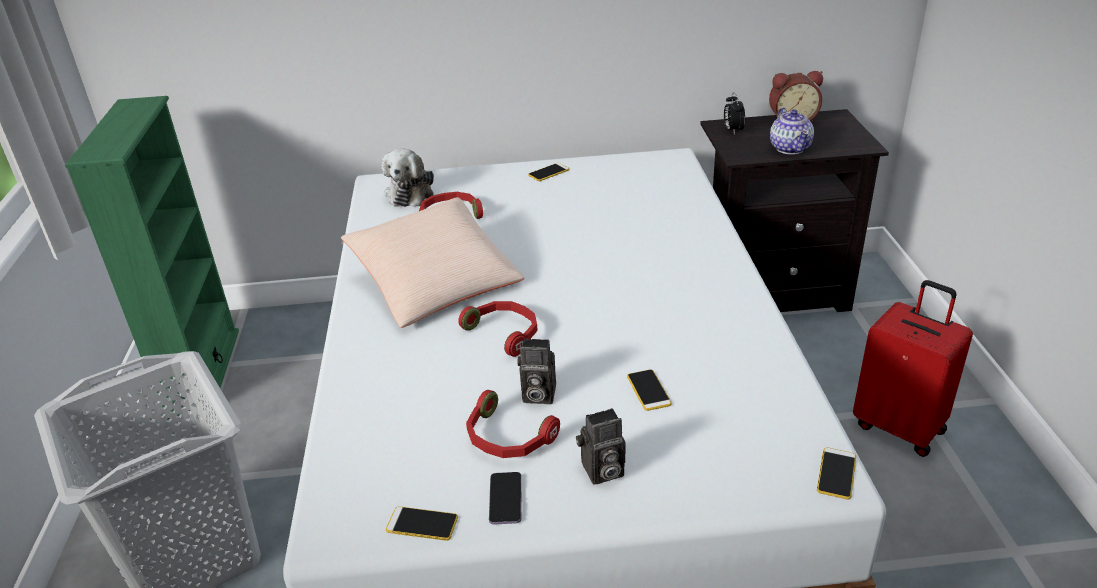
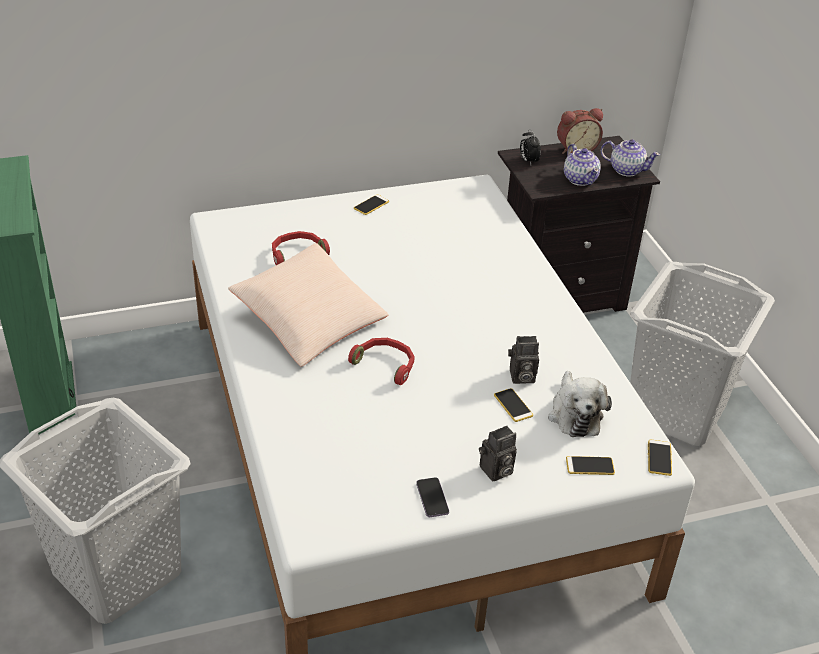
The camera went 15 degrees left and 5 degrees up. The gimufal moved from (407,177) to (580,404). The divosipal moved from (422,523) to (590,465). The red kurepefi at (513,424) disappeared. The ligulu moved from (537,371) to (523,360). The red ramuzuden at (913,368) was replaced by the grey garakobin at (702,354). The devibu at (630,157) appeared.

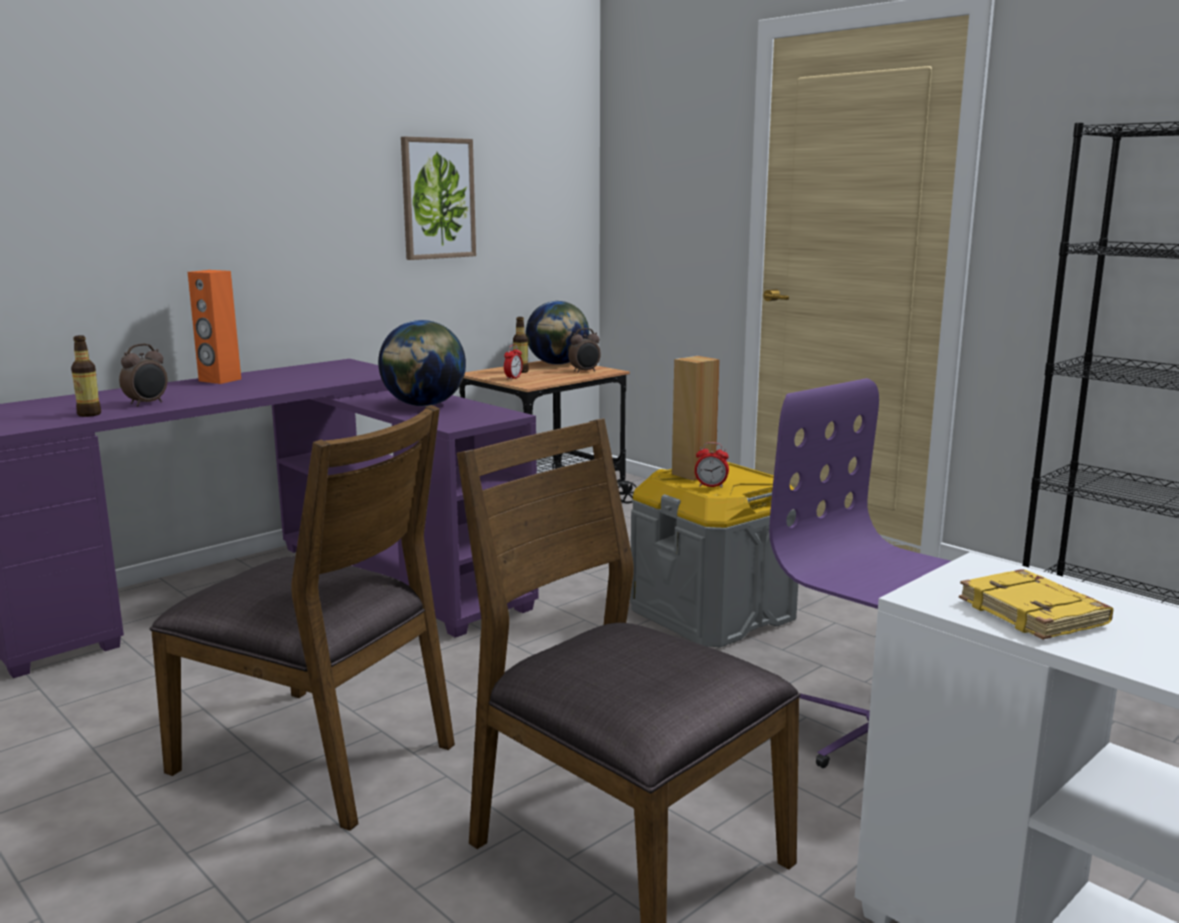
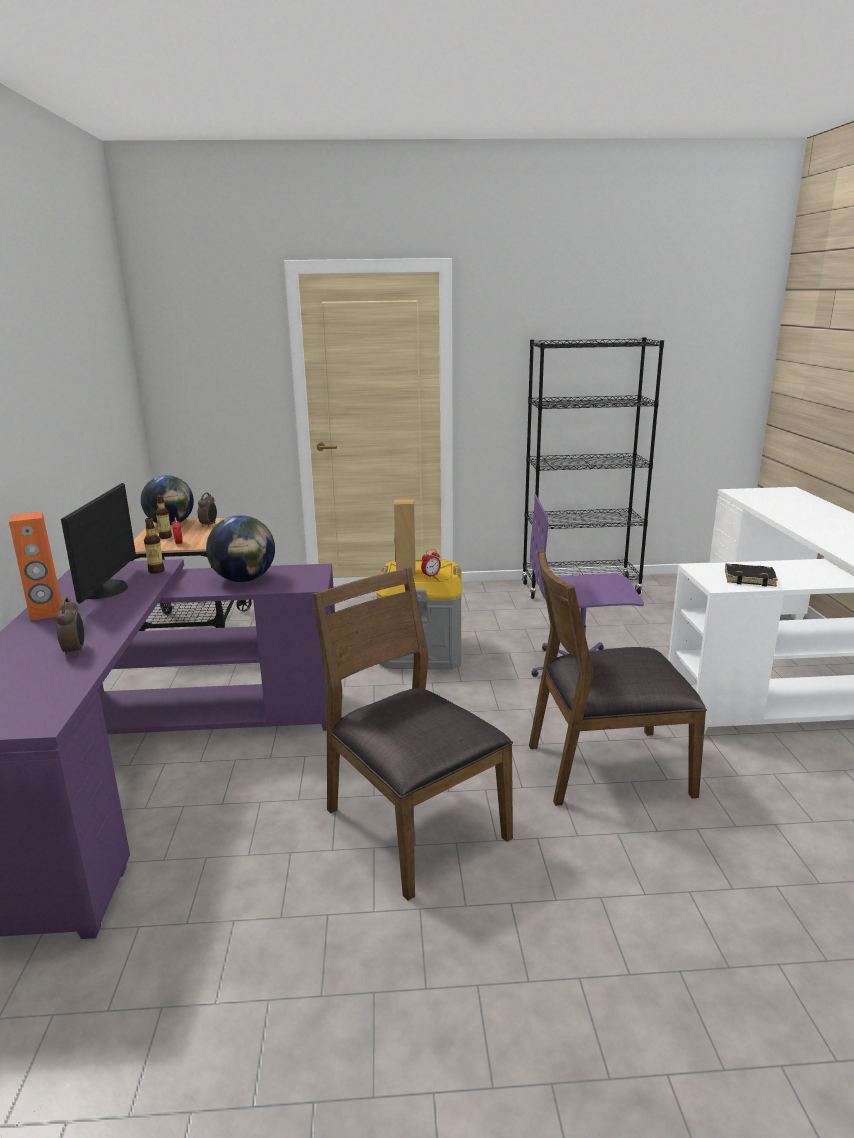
The camera went 50 degrees left and 5 degrees up. The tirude moved from (86,376) to (154,546). The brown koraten at (302,618) turned 105 degrees counterclockwise. The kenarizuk at (438,198) disappeared. The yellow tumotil at (1036,604) became the black tumotil at (751,575). The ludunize at (98,543) appeared.

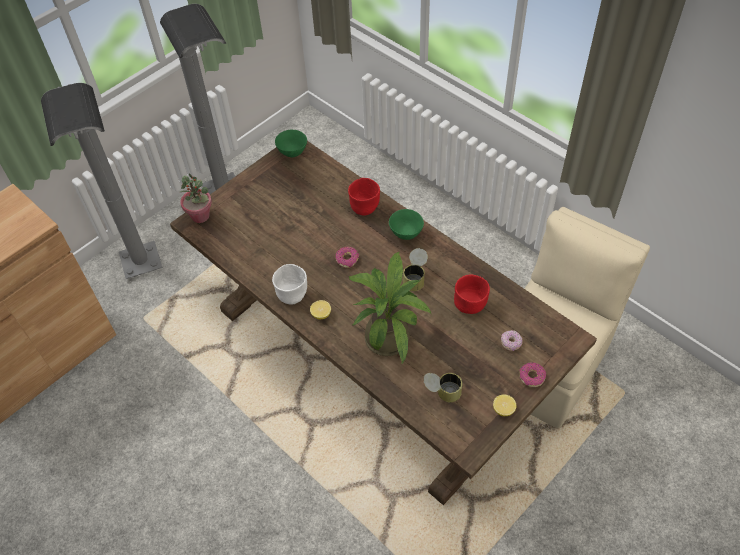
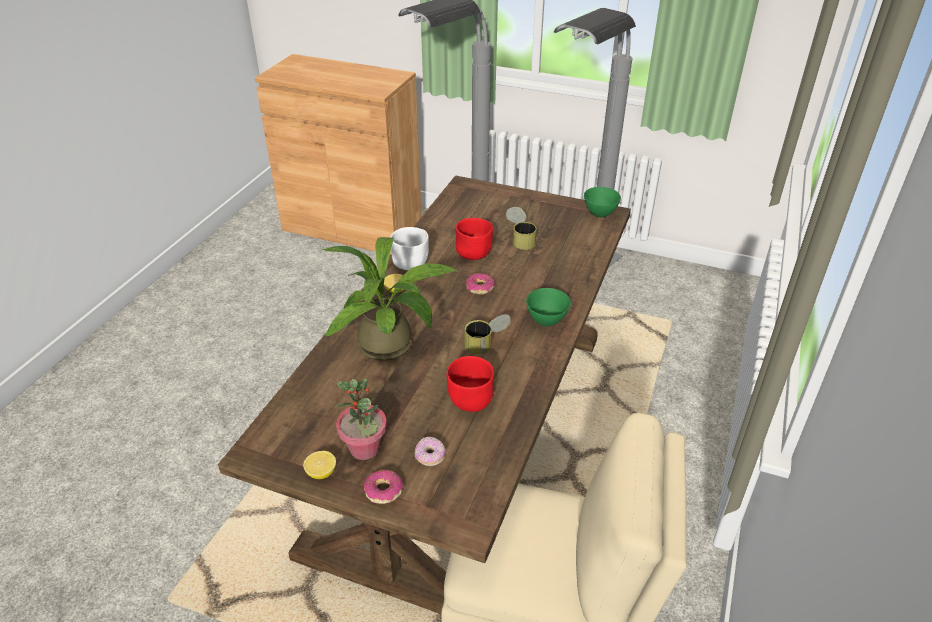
The camera went 65 degrees right and 15 degrees down. The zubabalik moved from (196,198) to (361,419). The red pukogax moved from (364,197) to (474,239). The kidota moved from (443,387) to (521,228).

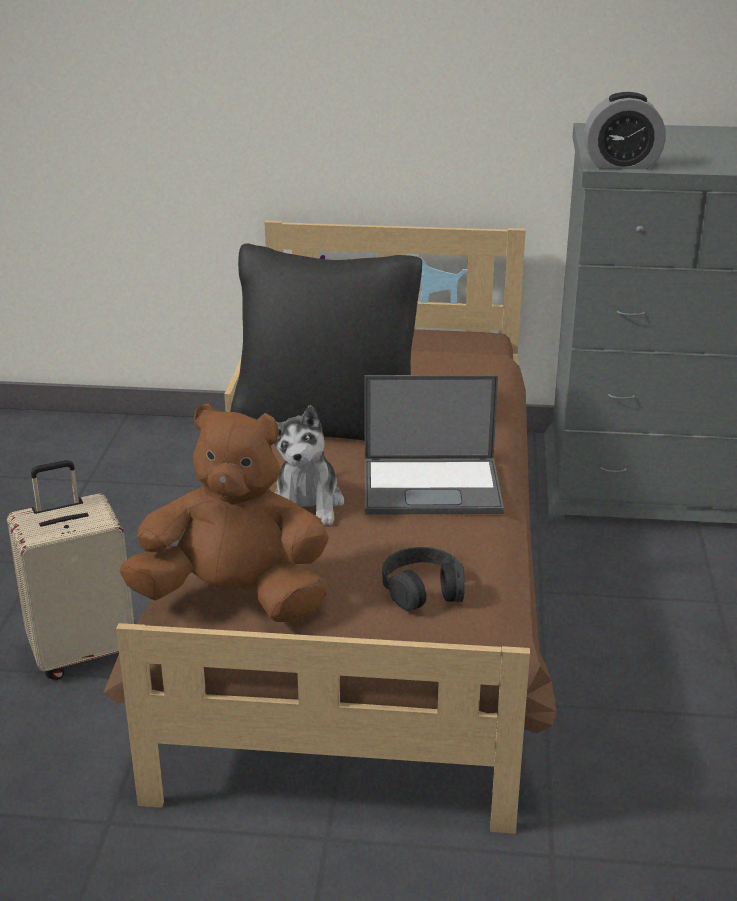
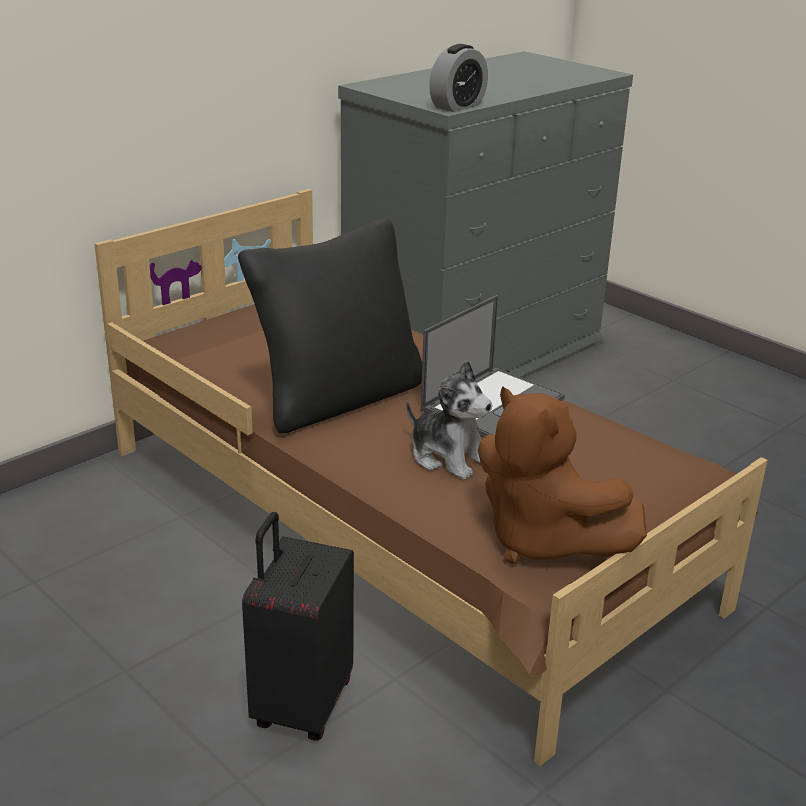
The camera went 50 degrees left and 0 degrees up. The beige ramuzuden at (70,570) became the black ramuzuden at (298,626). The brown gimufal at (224,513) turned 90 degrees counterclockwise. The black kurepefi at (423,579) disappeared.

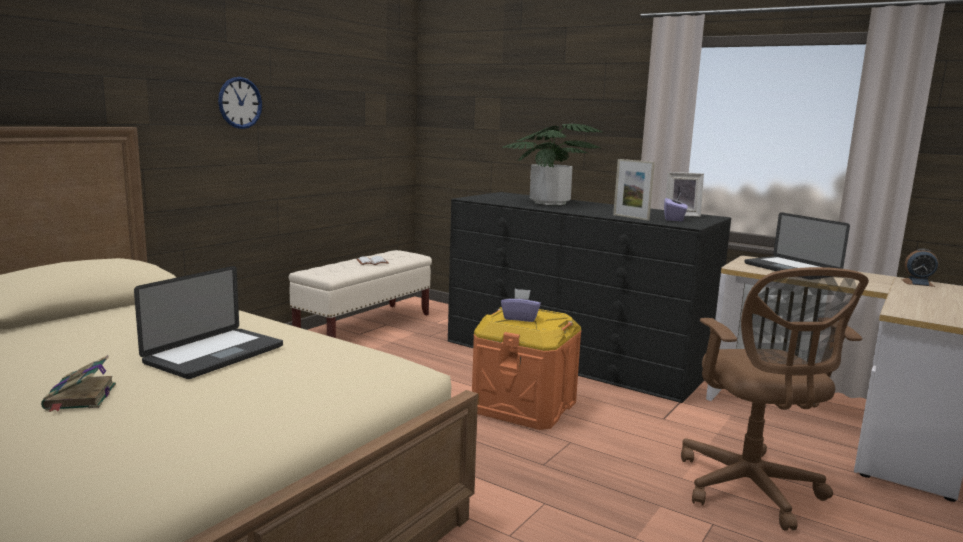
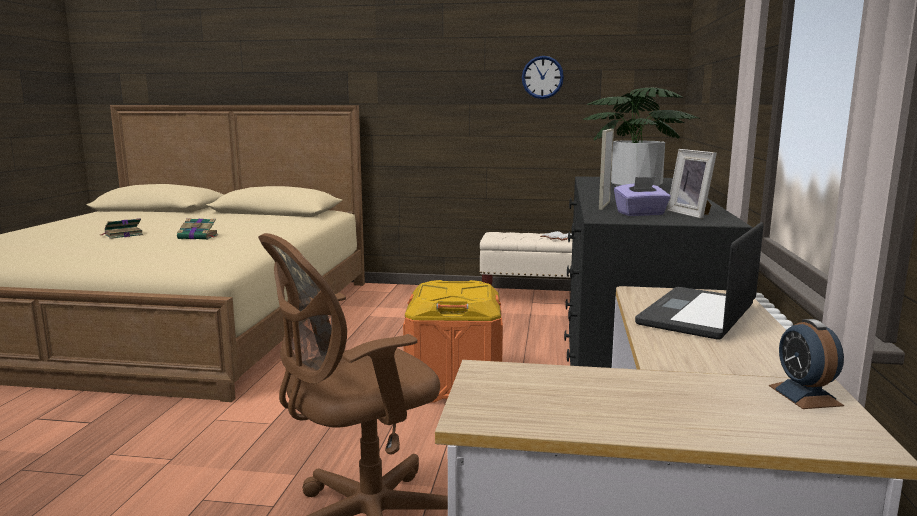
The camera went 65 degrees right and 0 degrees up. The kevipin at (208,322) was replaced by the tumotil at (197,229). The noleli moved from (240,103) to (543,77). The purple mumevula at (521,305) disappeared.

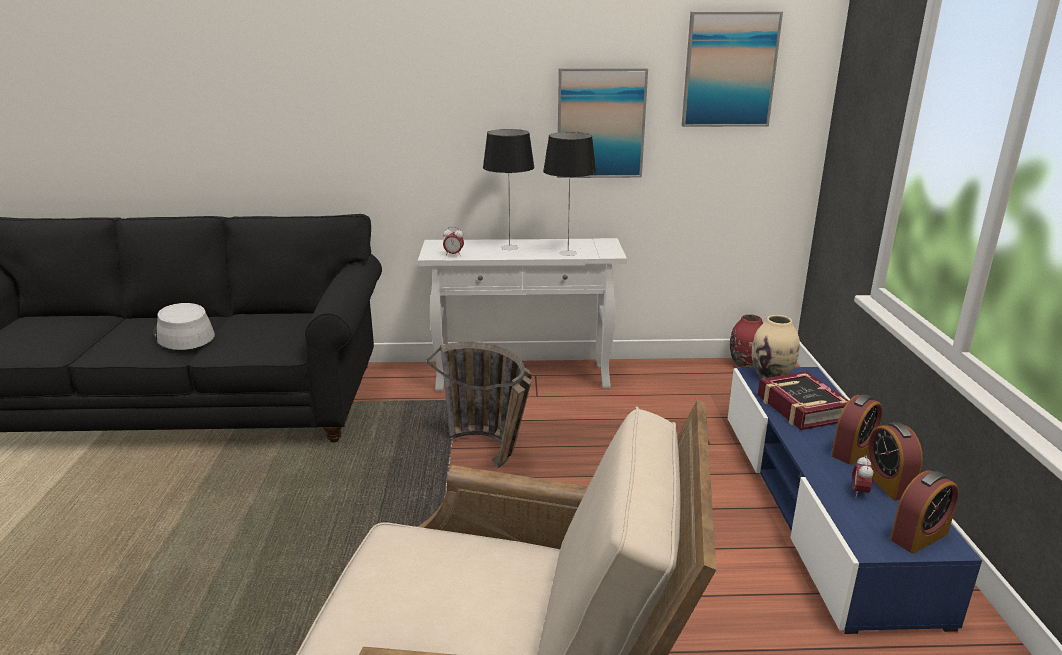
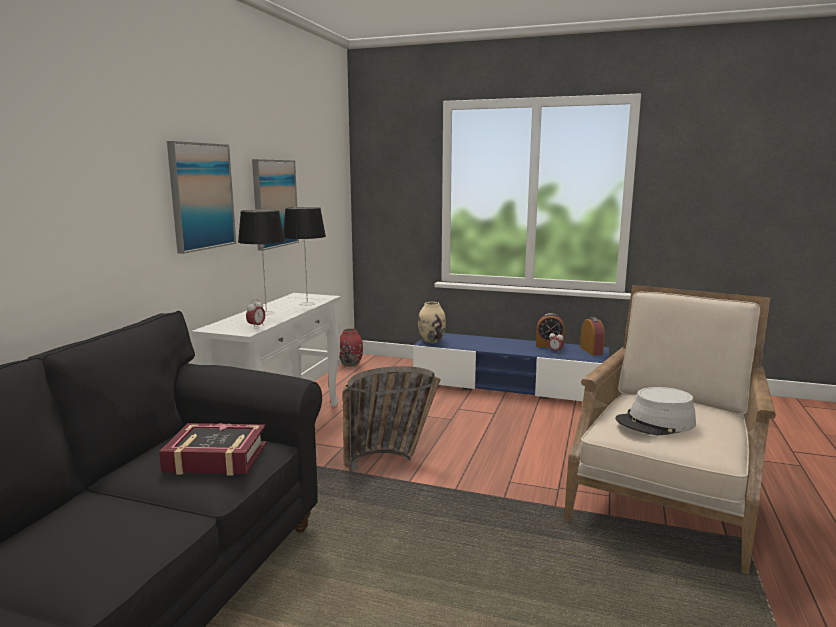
The camera went 70 degrees left and 10 degrees down. The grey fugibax moved from (184,326) to (655,411). The kenarizuk moved from (732,69) to (201,197). The tumotil moved from (803,400) to (212,449). The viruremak at (856,429) disappeared.

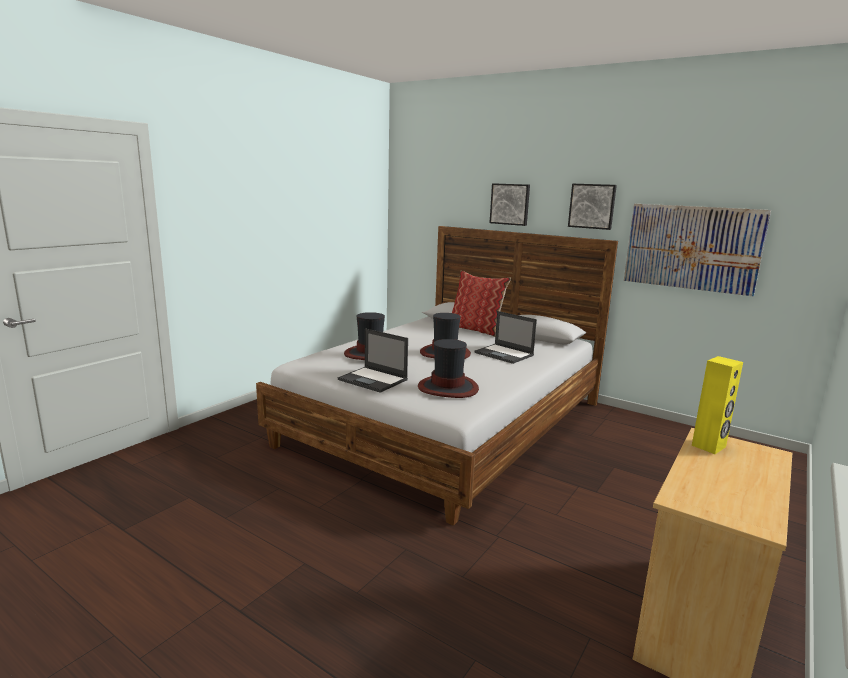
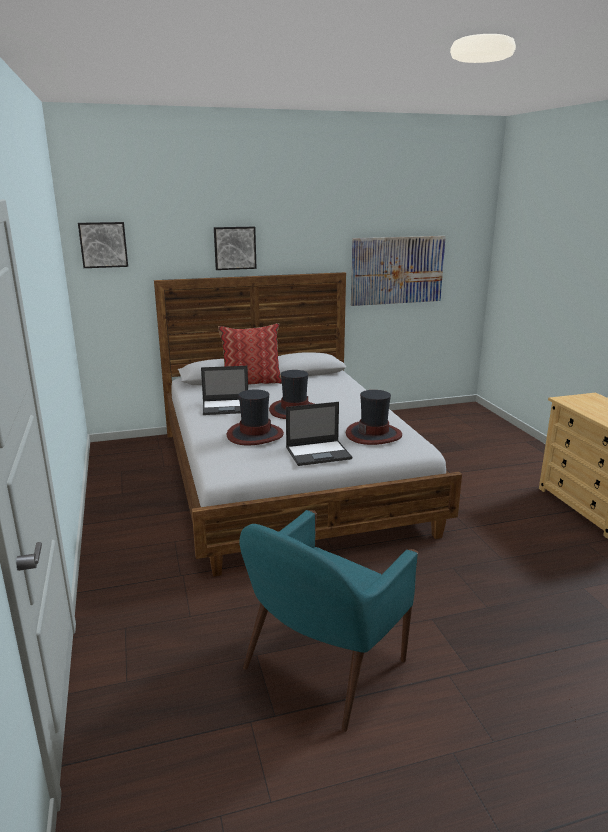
The camera went 50 degrees left and 5 degrees up. The kevipin moved from (505,337) to (224,390). The kenarizuk moved from (592,207) to (103,245). The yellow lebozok at (717,405) disappeared. The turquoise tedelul at (328,621) appeared.

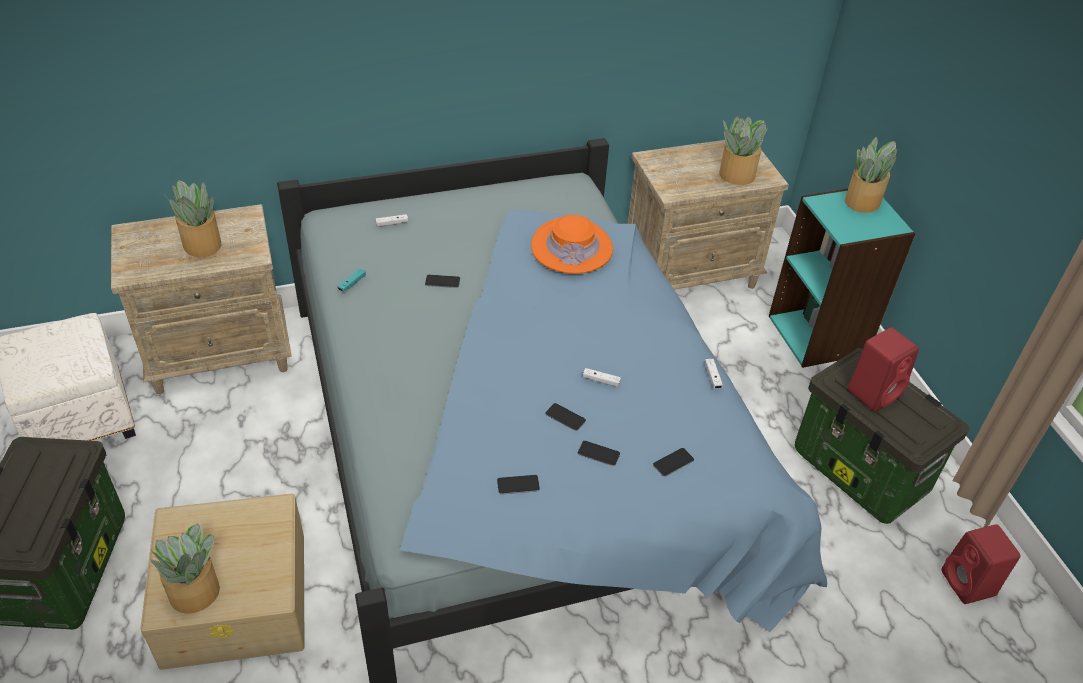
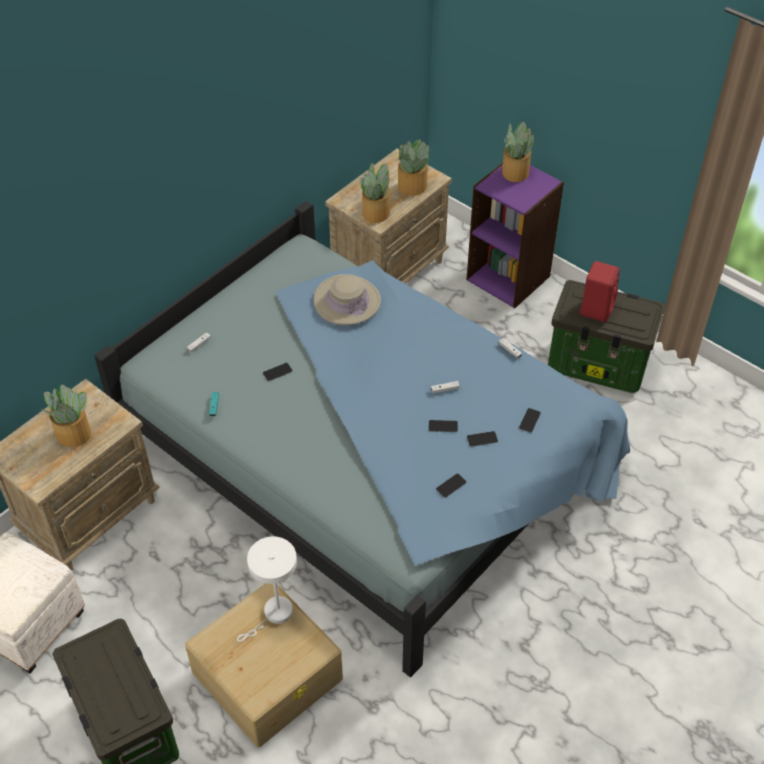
The camera went 30 degrees left and 5 degrees up. The zubabalik moved from (185,568) to (374,193). The orange fugibax at (572,244) became the beige fugibax at (347,299). The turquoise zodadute at (842,278) became the purple zodadute at (515,235). The red lebozok at (981,564) disappeared. The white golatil at (267,589) appeared.

